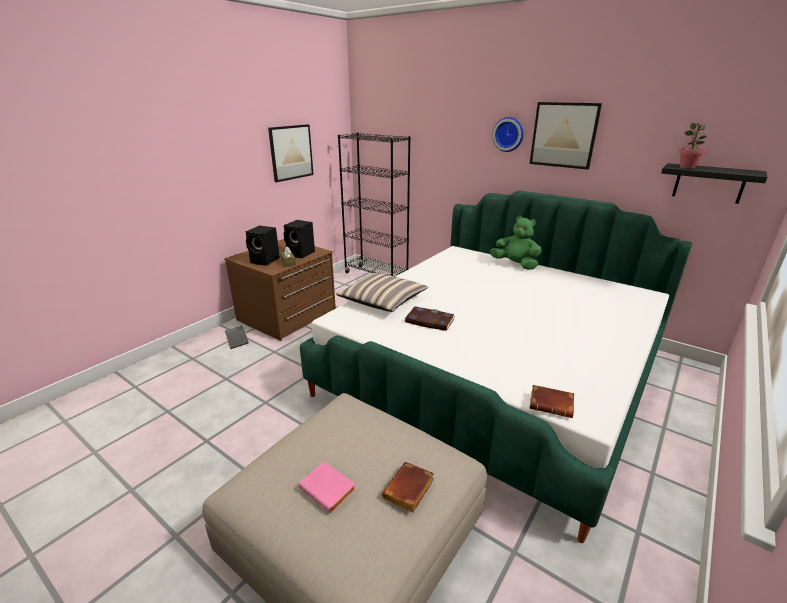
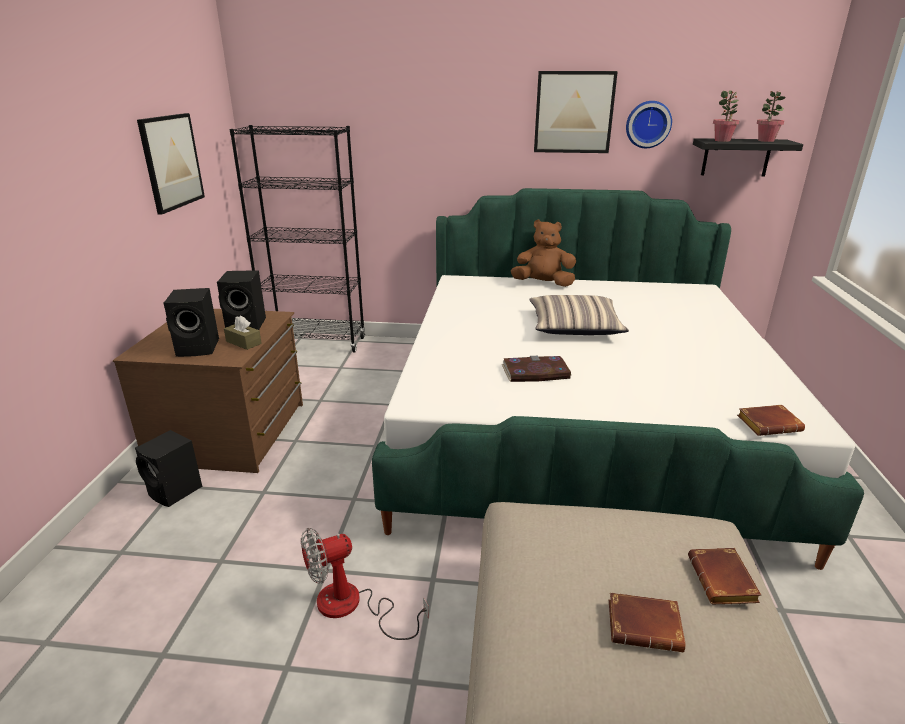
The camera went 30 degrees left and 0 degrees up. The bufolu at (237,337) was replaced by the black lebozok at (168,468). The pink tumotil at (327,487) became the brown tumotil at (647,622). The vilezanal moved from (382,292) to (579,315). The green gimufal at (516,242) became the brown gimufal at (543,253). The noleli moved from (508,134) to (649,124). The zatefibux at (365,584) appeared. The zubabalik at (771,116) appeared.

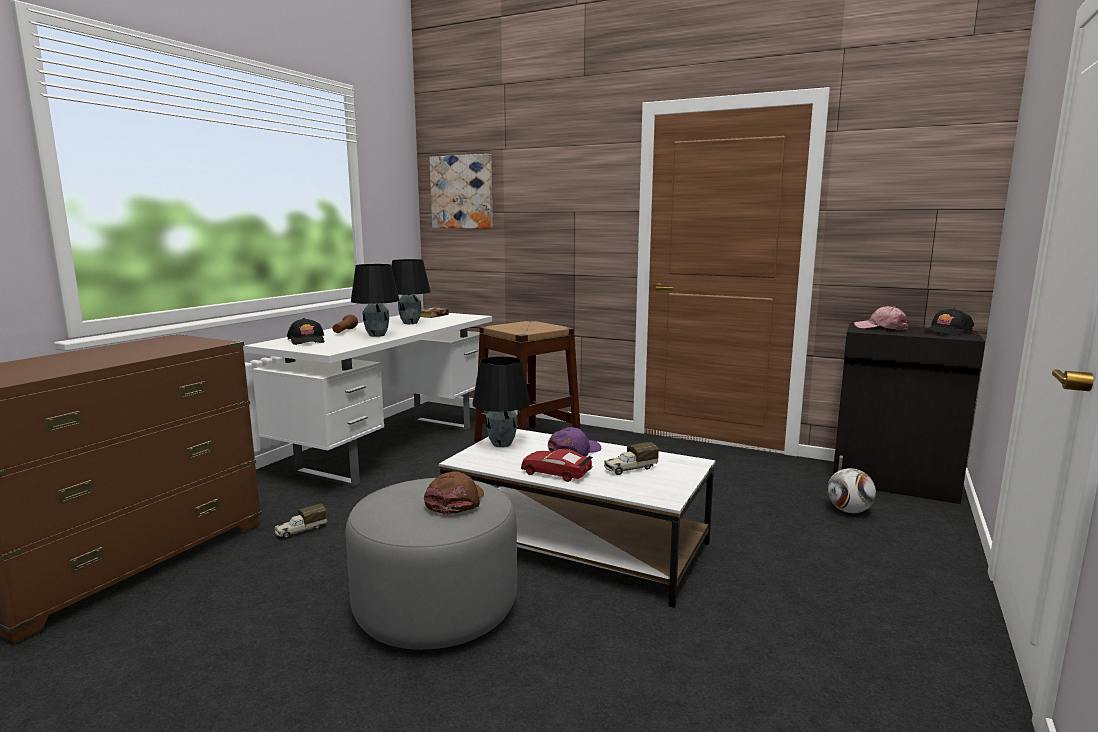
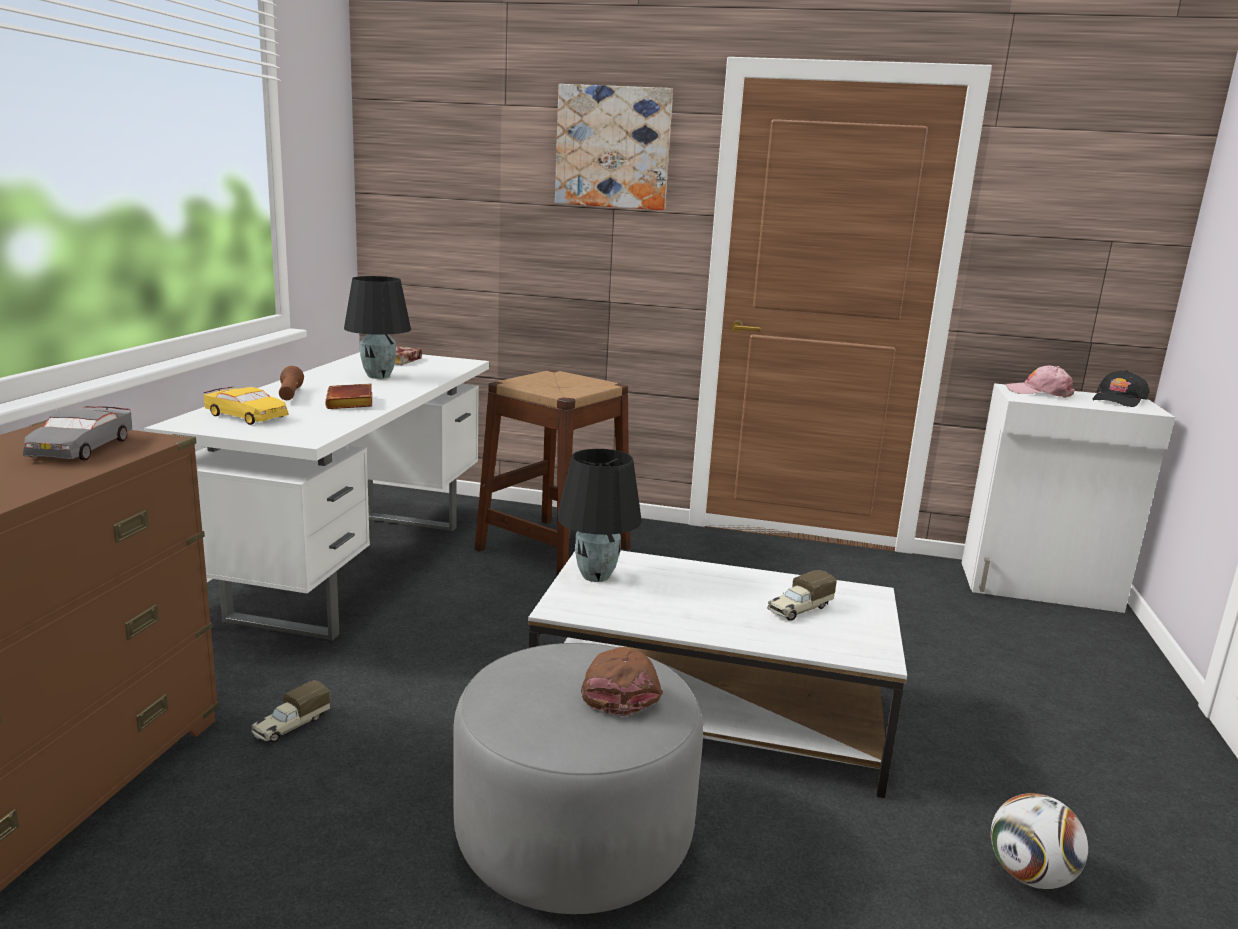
The camera went 15 degrees left and 5 degrees up. The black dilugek at (306,331) was replaced by the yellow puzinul at (246,406). The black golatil at (375,300) was replaced by the brown tumotil at (348,396). The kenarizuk moved from (461,191) to (614,147). The red puzinul at (557,465) disappeared. The purple dilugek at (574,442) disappeared. The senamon moved from (851,490) to (1039,841). The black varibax at (909,413) became the white varibax at (1068,498). The grey puzinul at (77,433) appeared.

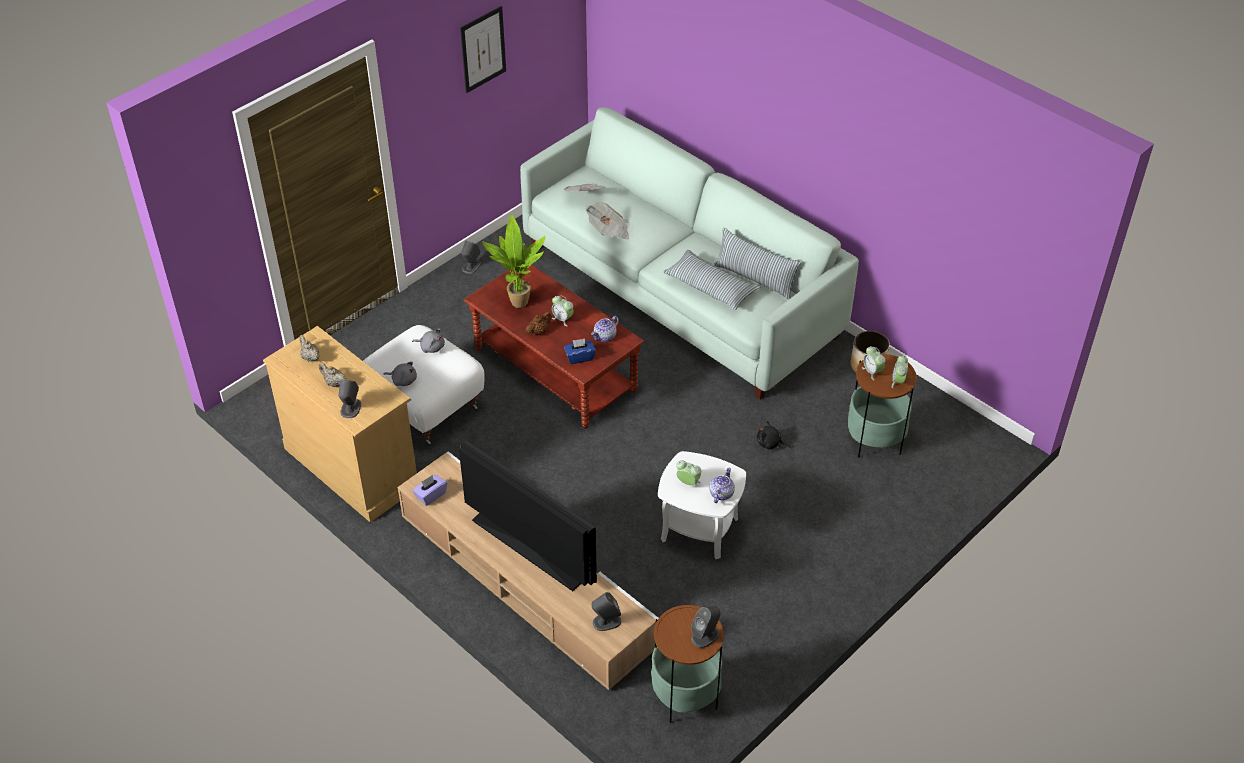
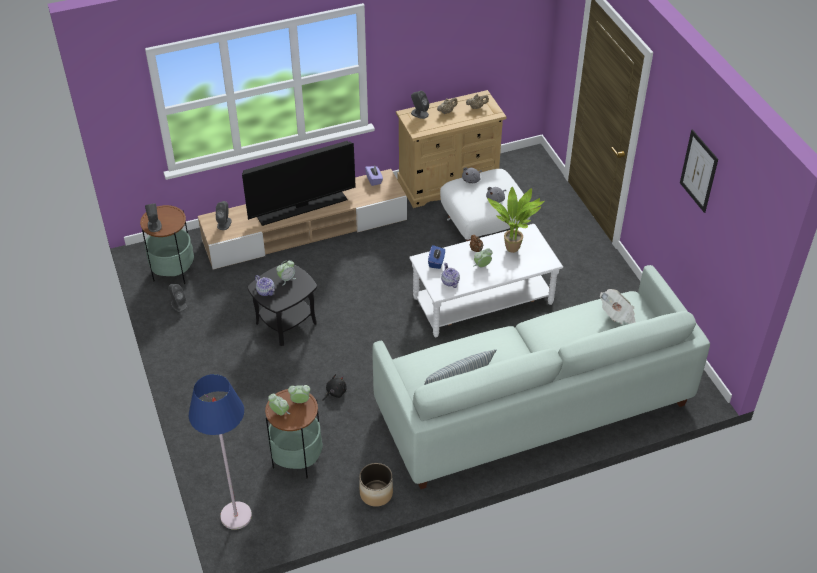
The camera went 115 degrees right and 0 degrees up. The grey lebozok moved from (471,257) to (177,298). The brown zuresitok at (554,346) became the white zuresitok at (486,280). The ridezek at (607,220) disappeared. The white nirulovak at (702,505) became the black nirulovak at (282,304). The vilezanal at (712,280) disappeared. The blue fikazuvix at (220,452) appeared.

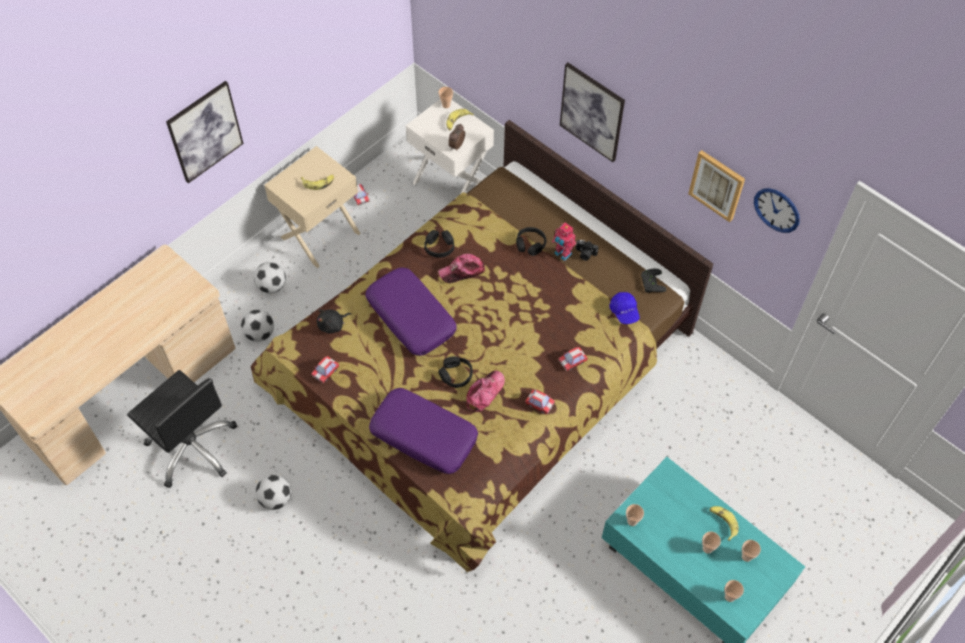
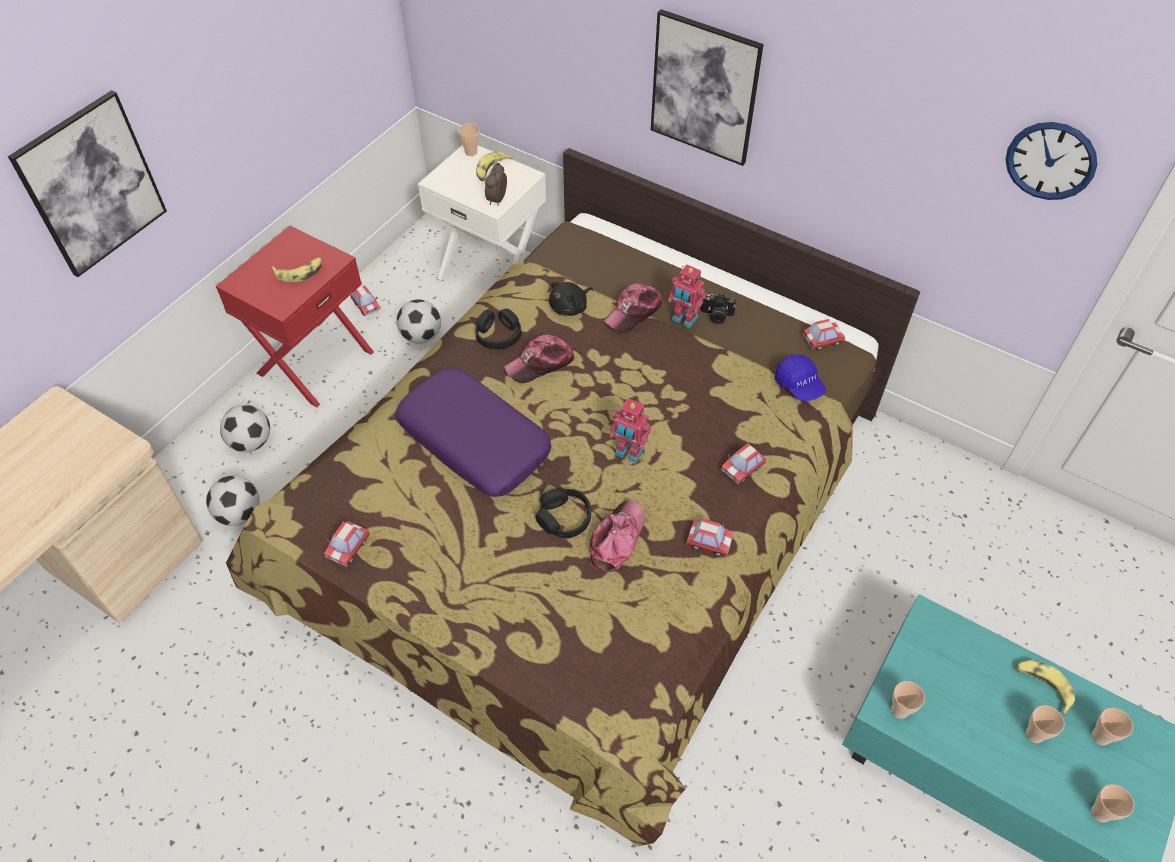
The camera went 10 degrees left and 5 degrees down. The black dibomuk at (182,429) disappeared. The senamon moved from (273,492) to (419,321). The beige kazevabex at (312,207) became the red kazevabex at (295,316). The black gimufal moved from (334,322) to (571,299). The purple vilezanal at (423,431) disappeared. The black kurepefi at (531,241) was replaced by the dilugek at (633,308). The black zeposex at (653,281) was replaced by the puzinul at (824,334). The kenarizuk at (716,186) disappeared. The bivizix at (630,430) appeared.

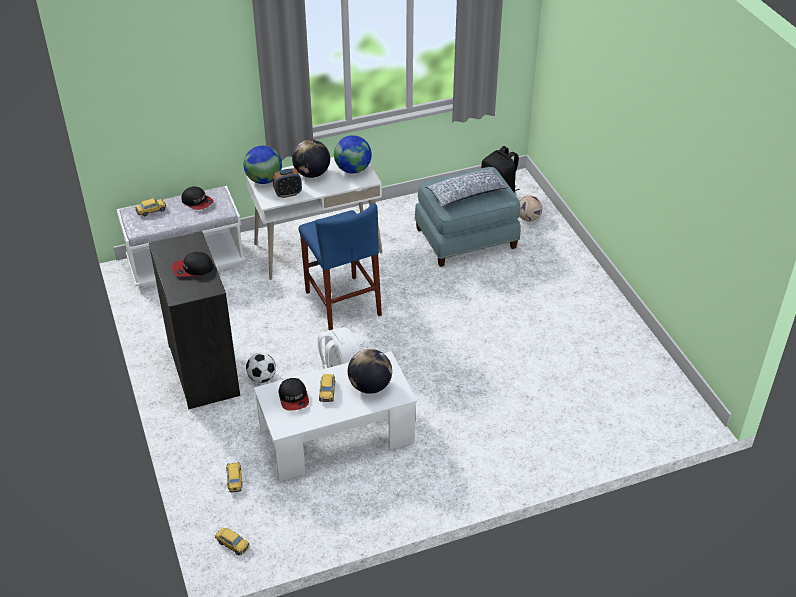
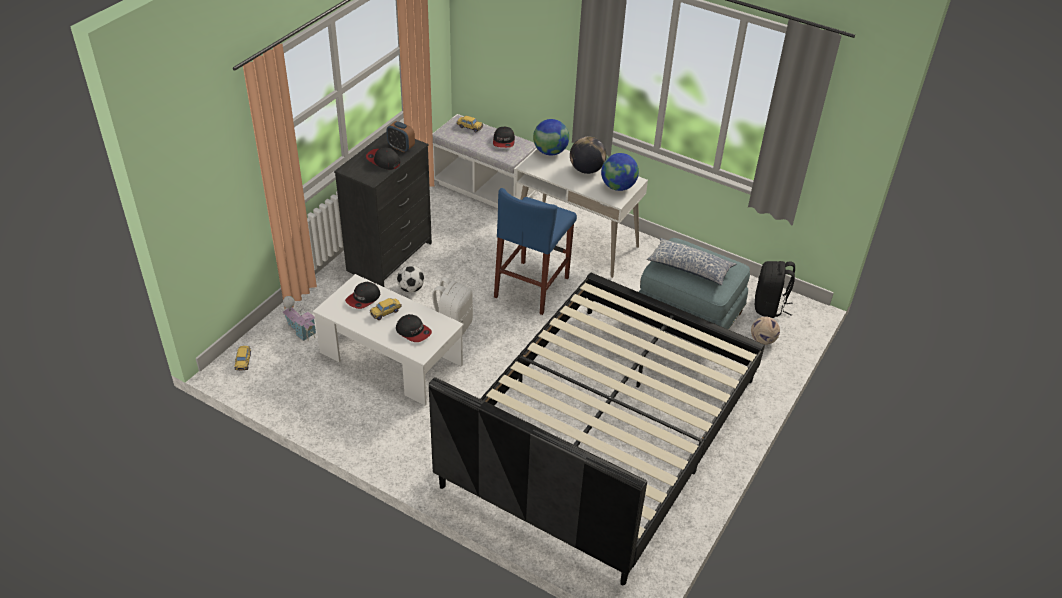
The camera went 50 degrees right and 0 degrees up. The puzinul at (234,477) was replaced by the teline at (299,318). The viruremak moved from (287,183) to (401,136). The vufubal at (370,371) was replaced by the dilugek at (414,328). The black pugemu at (597,429) appeared.

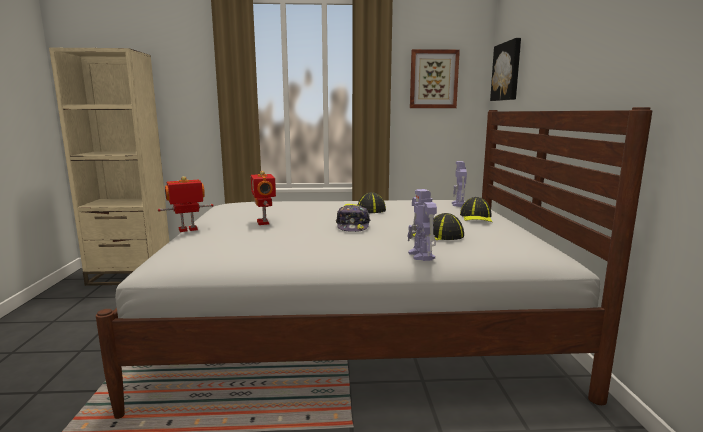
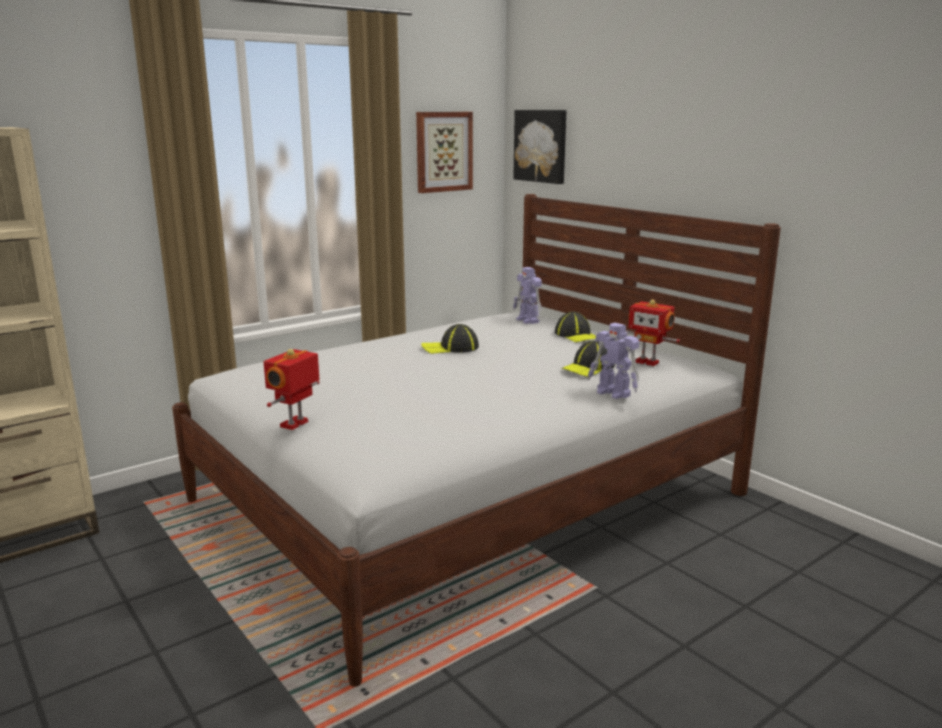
The camera went 35 degrees left and 5 degrees up. The bivizix moved from (263,198) to (653,333). The dilugek at (353,218) disappeared.

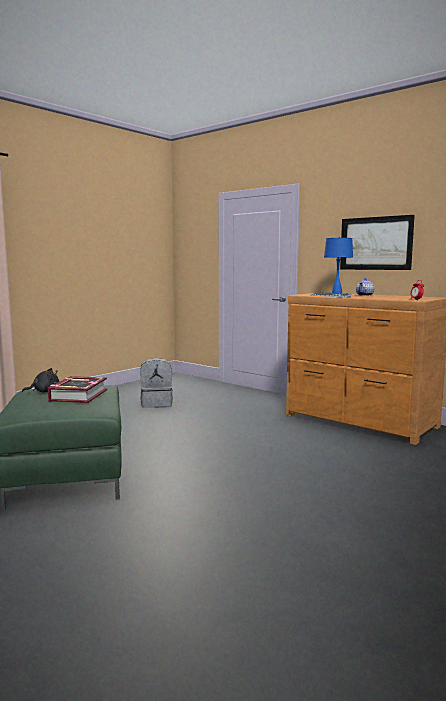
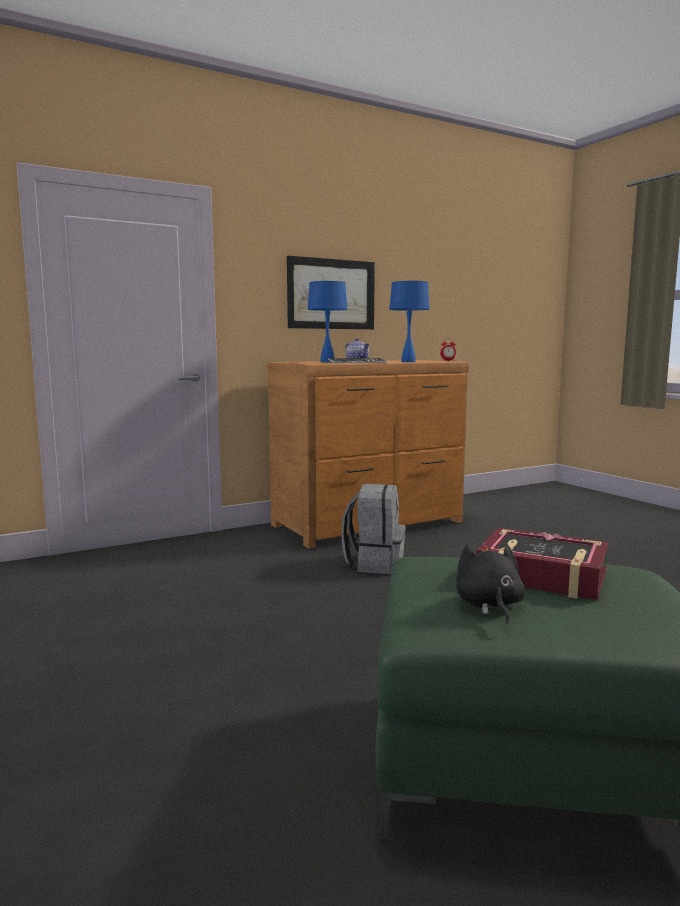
The camera went 70 degrees left and 0 degrees up. The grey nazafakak moved from (156,383) to (373,529). The blue golatil at (409,321) appeared.

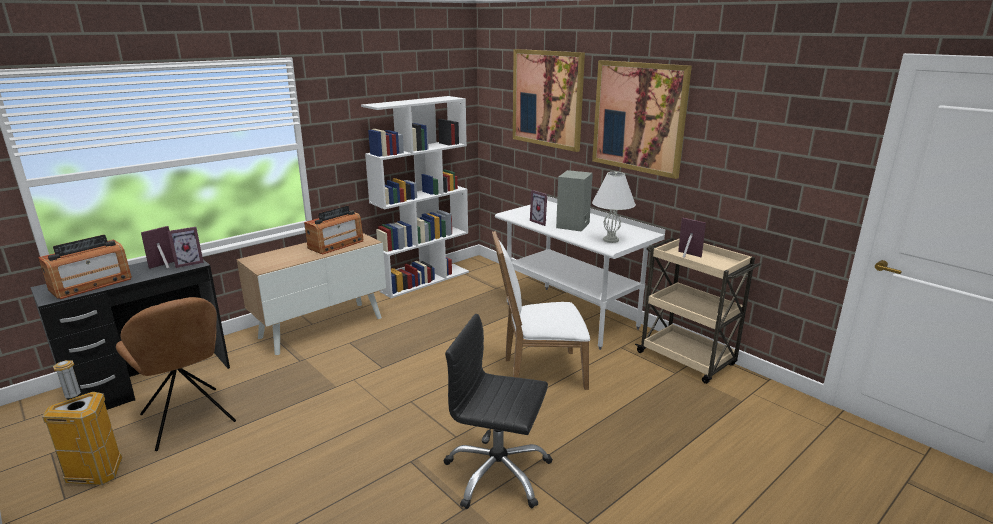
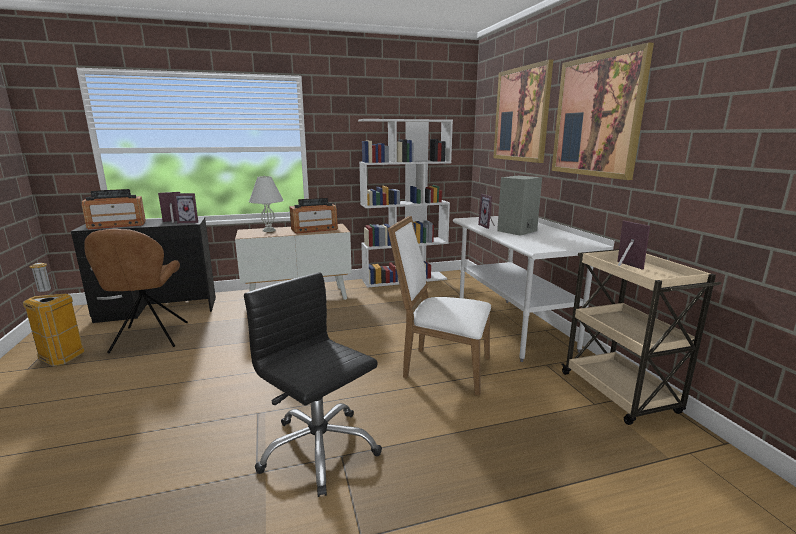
The camera went 25 degrees right and 5 degrees down. The white golatil moved from (614,207) to (266,204).

